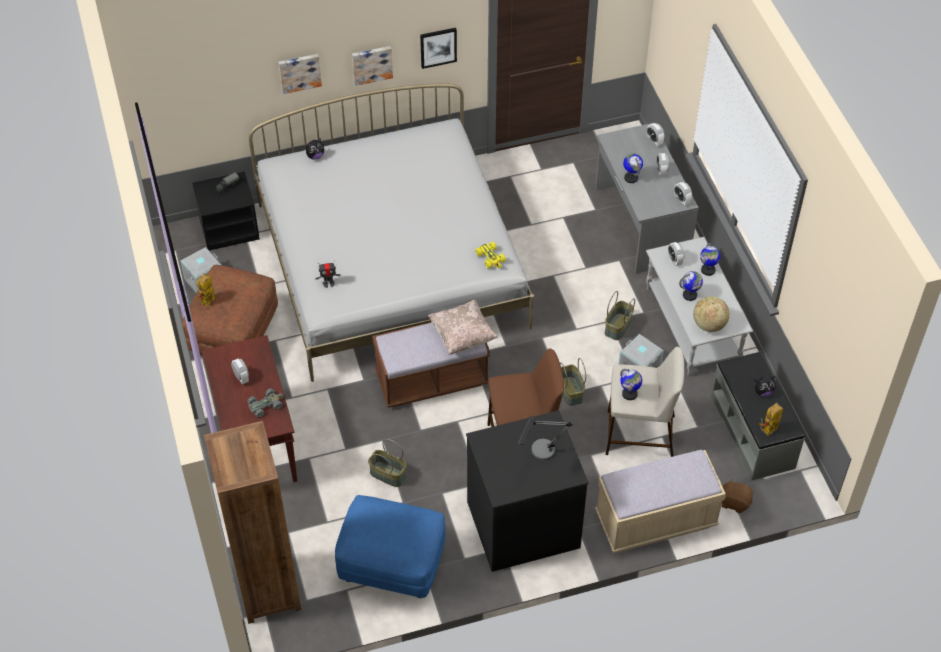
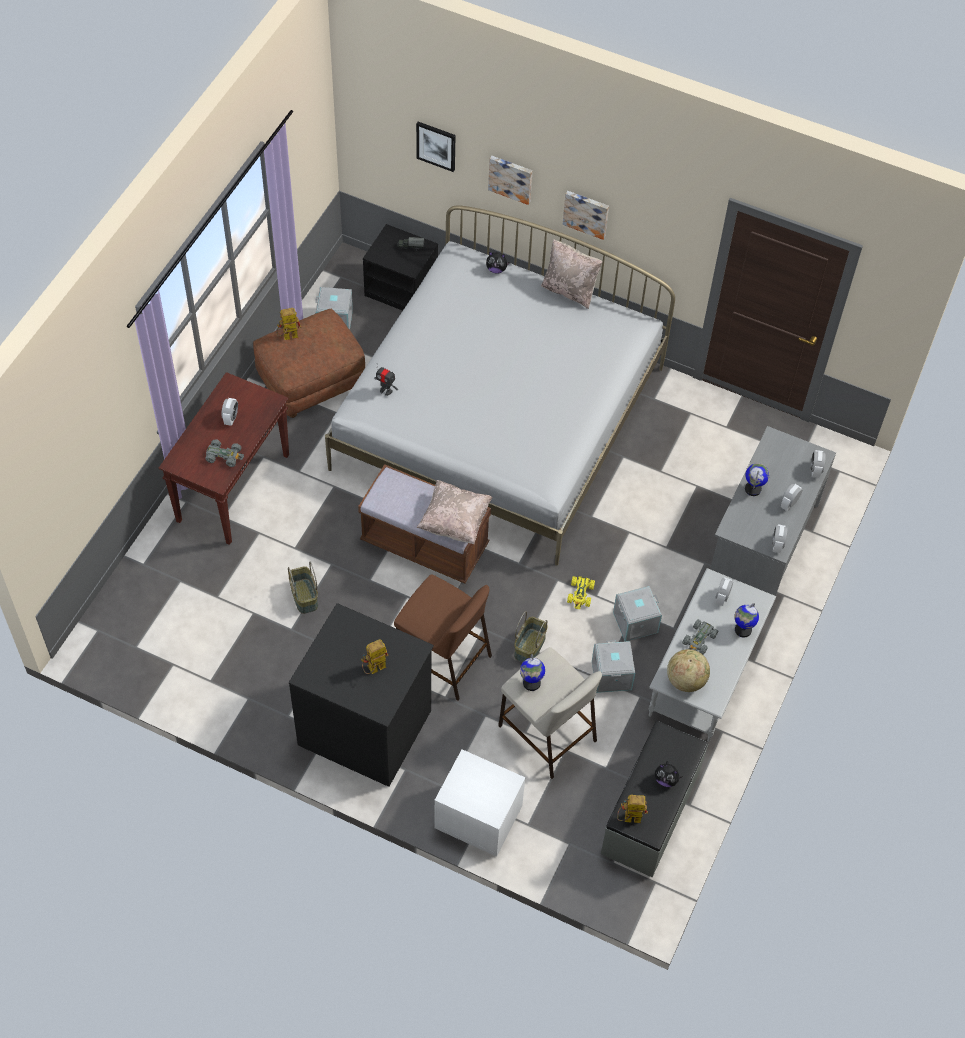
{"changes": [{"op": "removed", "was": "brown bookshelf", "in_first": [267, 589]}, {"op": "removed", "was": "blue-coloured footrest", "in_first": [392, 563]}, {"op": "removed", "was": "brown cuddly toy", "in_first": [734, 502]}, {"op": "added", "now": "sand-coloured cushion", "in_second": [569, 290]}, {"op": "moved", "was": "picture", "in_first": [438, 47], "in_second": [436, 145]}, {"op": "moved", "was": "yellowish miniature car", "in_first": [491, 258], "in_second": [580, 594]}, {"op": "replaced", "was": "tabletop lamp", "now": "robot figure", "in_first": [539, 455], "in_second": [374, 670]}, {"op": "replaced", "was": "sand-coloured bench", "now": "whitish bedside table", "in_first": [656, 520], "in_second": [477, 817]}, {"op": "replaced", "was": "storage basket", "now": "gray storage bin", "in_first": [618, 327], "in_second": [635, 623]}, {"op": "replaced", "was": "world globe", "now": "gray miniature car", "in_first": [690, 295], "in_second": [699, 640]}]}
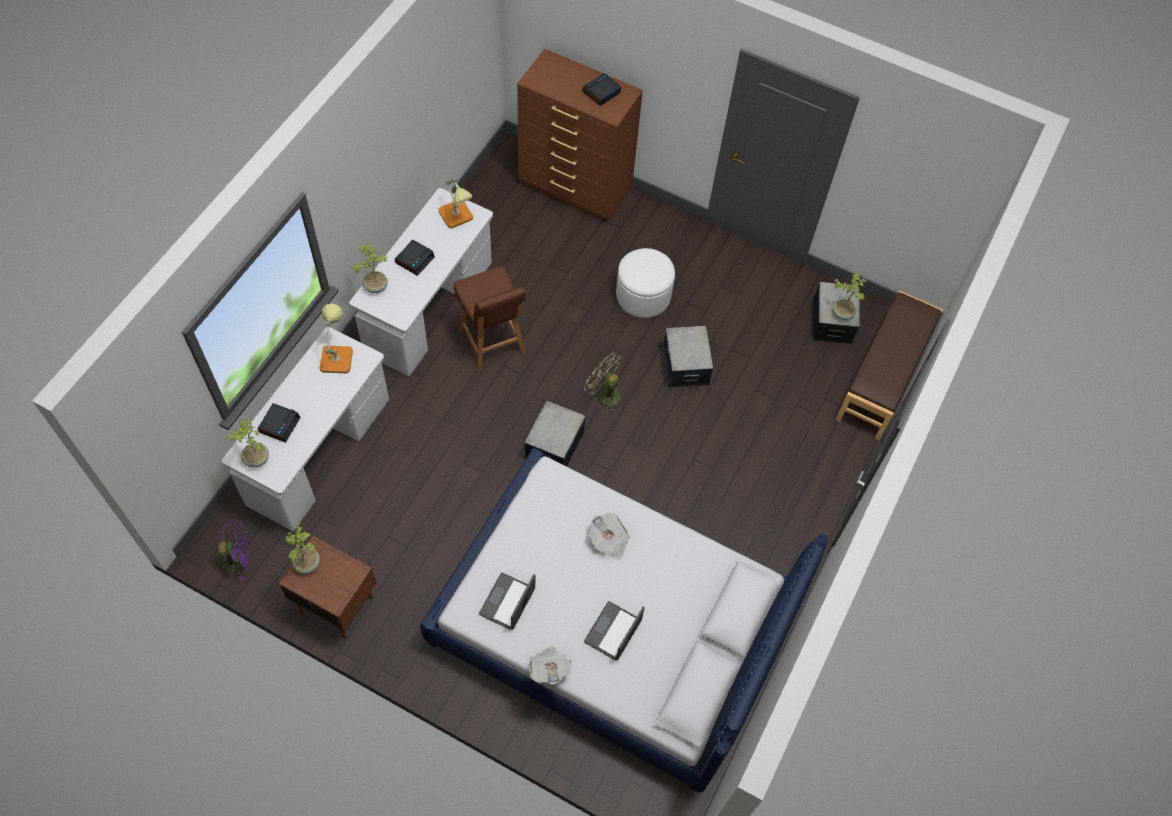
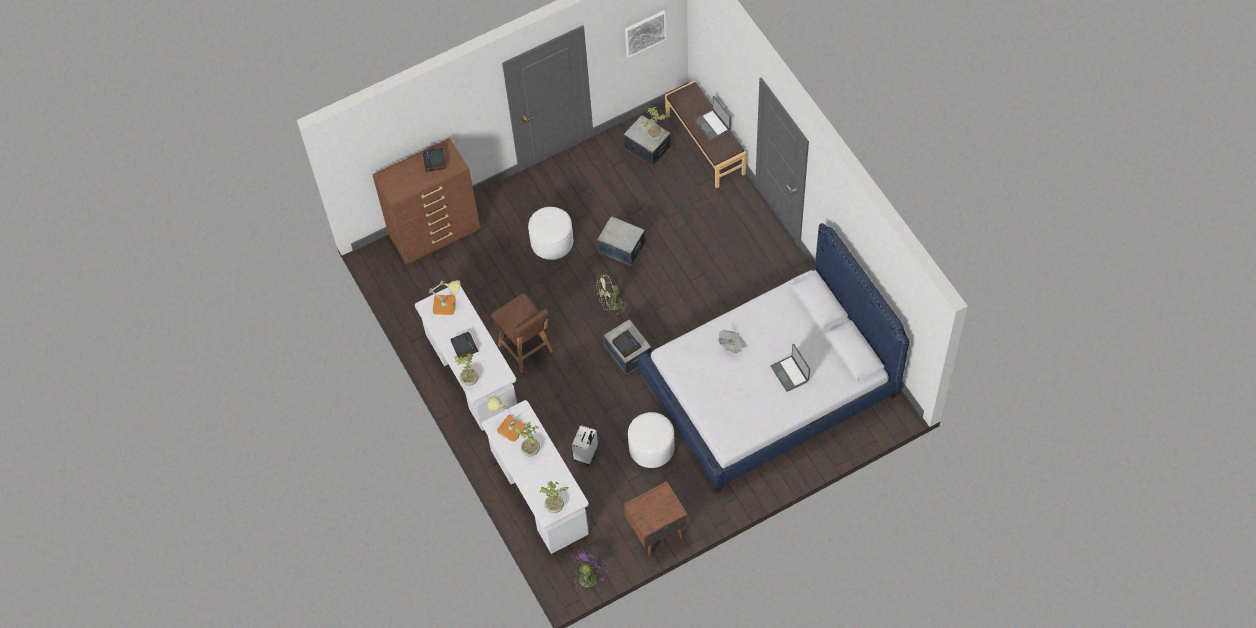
{"changes": [{"op": "removed", "was": "newspaper", "in_first": [549, 668]}, {"op": "added", "now": "whitish piece of luggage", "in_second": [586, 454]}, {"op": "added", "now": "picture", "in_second": [645, 33]}, {"op": "added", "now": "whitish footrest", "in_second": [651, 447]}, {"op": "moved", "was": "bedside clock", "in_first": [279, 424], "in_second": [626, 345]}, {"op": "moved", "was": "potted plant", "in_first": [308, 563], "in_second": [530, 449]}, {"op": "moved", "was": "notebook computer", "in_first": [508, 602], "in_second": [712, 125]}, {"op": "turned", "was": "brown plain chair", "in_first": [492, 342], "in_second": [526, 349], "clockwise": 45}]}
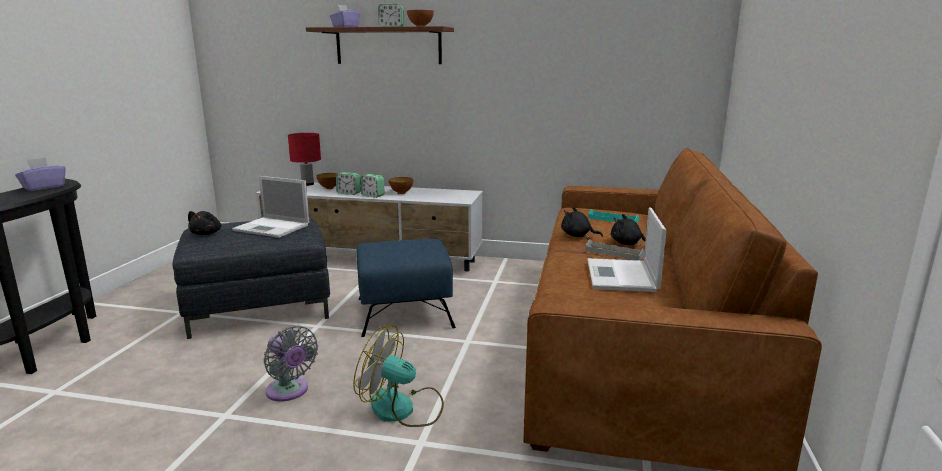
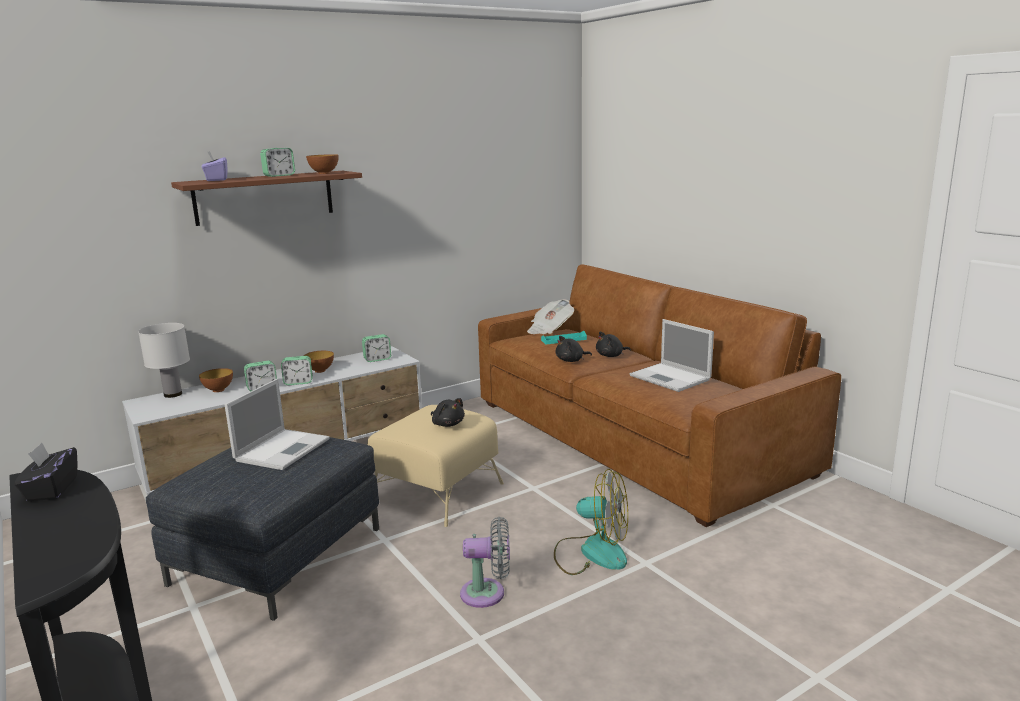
{"changes": [{"op": "removed", "was": "gray serving tray", "in_first": [614, 253]}, {"op": "added", "now": "bedside clock", "in_second": [377, 359]}, {"op": "added", "now": "newspaper", "in_second": [549, 330]}, {"op": "moved", "was": "blackish cuddly toy", "in_first": [207, 234], "in_second": [447, 424]}, {"op": "recoloured", "was": "purplish tissue holder", "now": "blackish tissue holder", "in_first": [44, 187], "in_second": [51, 489]}, {"op": "recoloured", "was": "red tabletop lamp", "now": "whitish tabletop lamp", "in_first": [307, 184], "in_second": [173, 394]}, {"op": "recoloured", "was": "blue-coloured footrest", "now": "sand-coloured footrest", "in_first": [405, 312], "in_second": [437, 492]}, {"op": "turned", "was": "notebook computer", "in_first": [273, 228], "in_second": [283, 449], "clockwise": -45}, {"op": "turned", "was": "fan", "in_first": [402, 409], "in_second": [592, 553], "clockwise": -135}]}
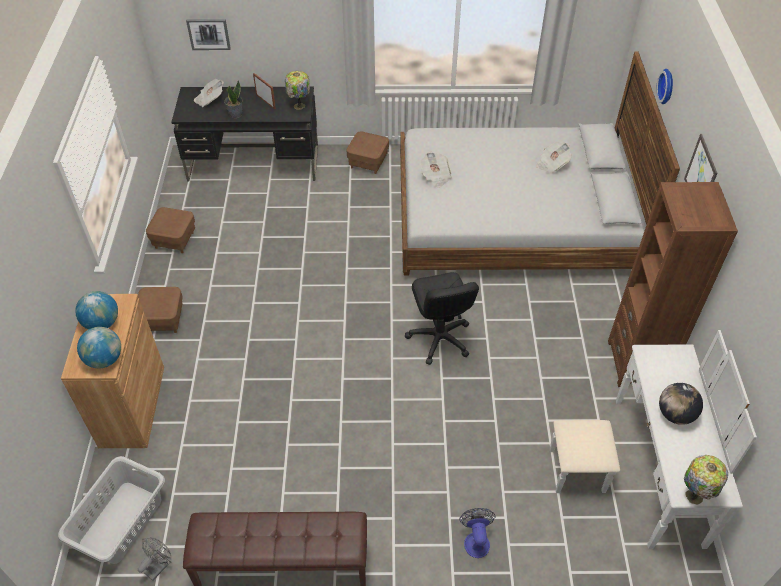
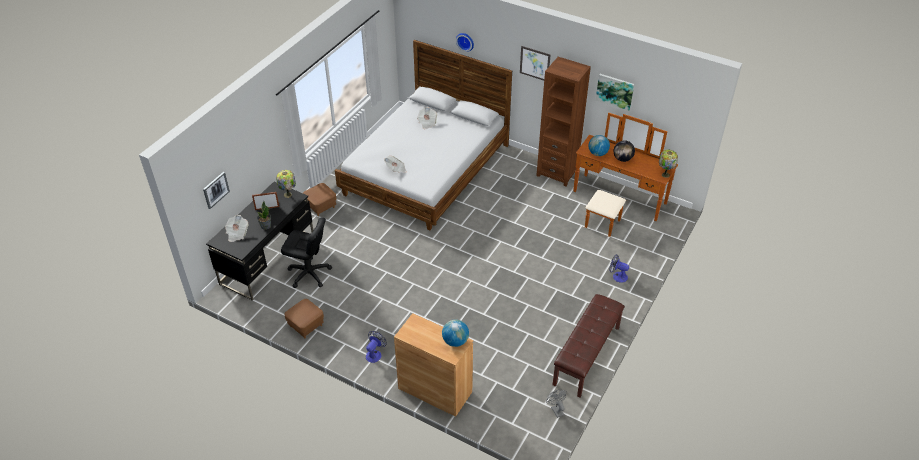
{"changes": [{"op": "removed", "was": "gray washing basket", "in_first": [120, 522]}, {"op": "added", "now": "picture", "in_second": [615, 91]}, {"op": "moved", "was": "world globe", "in_first": [102, 323], "in_second": [597, 153]}, {"op": "moved", "was": "blackish office chair", "in_first": [439, 338], "in_second": [309, 274]}, {"op": "replaced", "was": "brown footrest", "now": "fan", "in_first": [163, 320], "in_second": [375, 354]}, {"op": "recoloured", "was": "whitish drawer chest", "now": "brown drawer chest", "in_first": [639, 470], "in_second": [616, 203]}]}
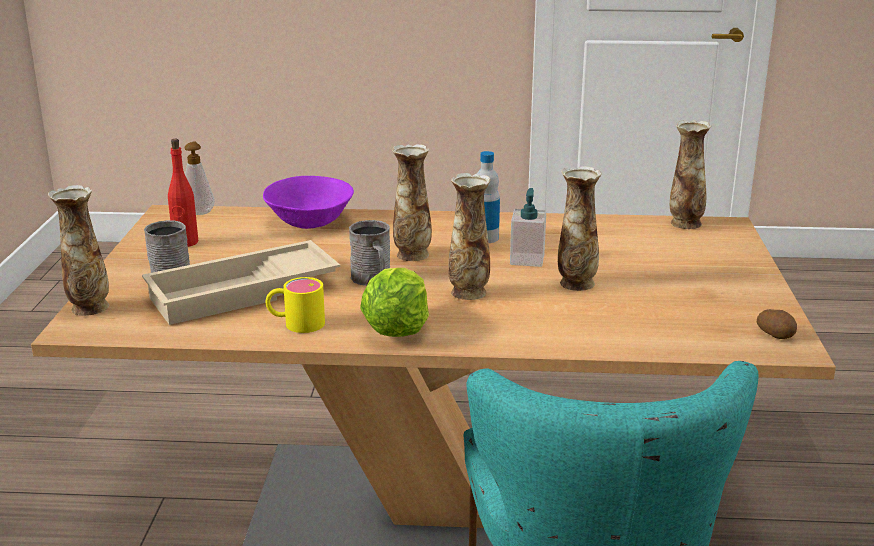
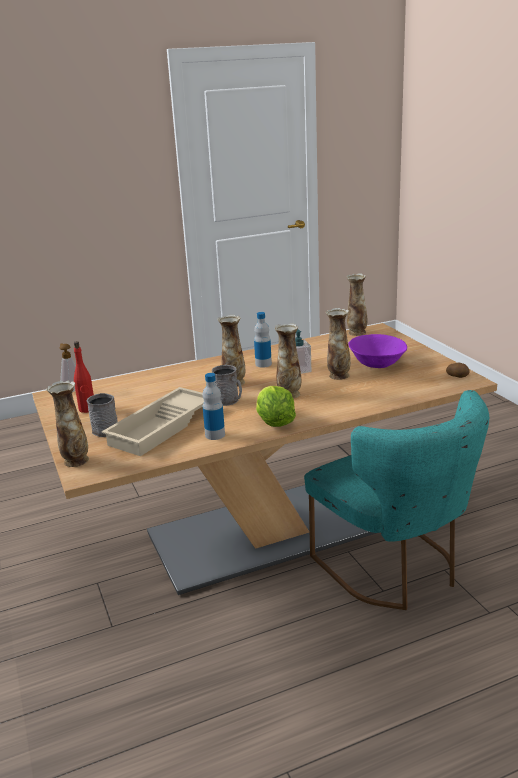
{"changes": [{"op": "moved", "was": "purplish deep dish", "in_first": [308, 221], "in_second": [376, 363]}, {"op": "replaced", "was": "yellowish tea mug", "now": "bottle", "in_first": [295, 323], "in_second": [215, 435]}]}
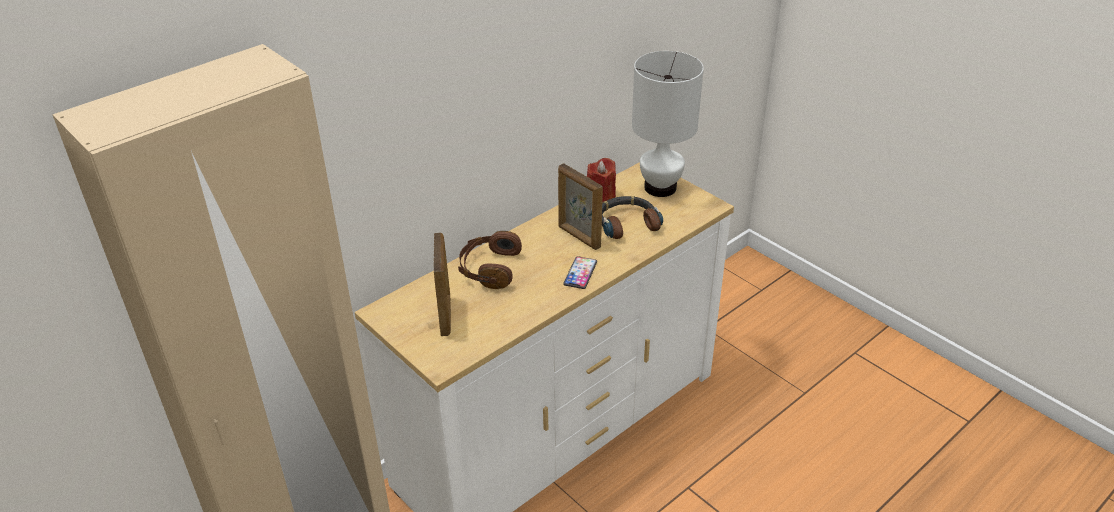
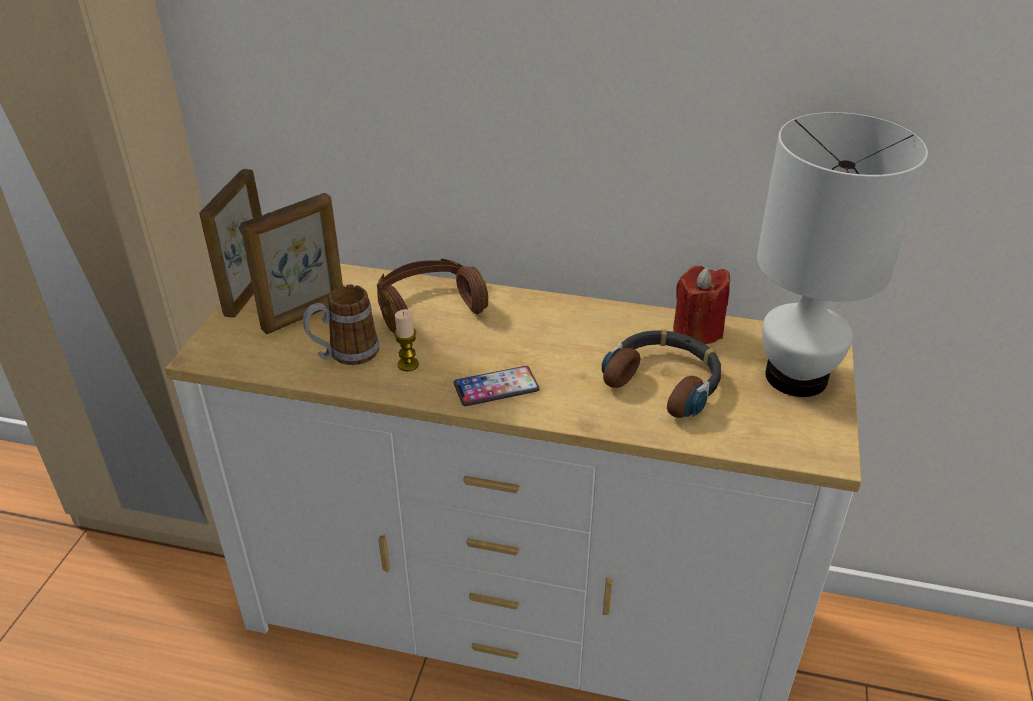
{"changes": [{"op": "added", "now": "tea mug", "in_second": [345, 354]}, {"op": "added", "now": "wax light", "in_second": [408, 364]}, {"op": "moved", "was": "standing frame", "in_first": [578, 237], "in_second": [247, 293]}]}
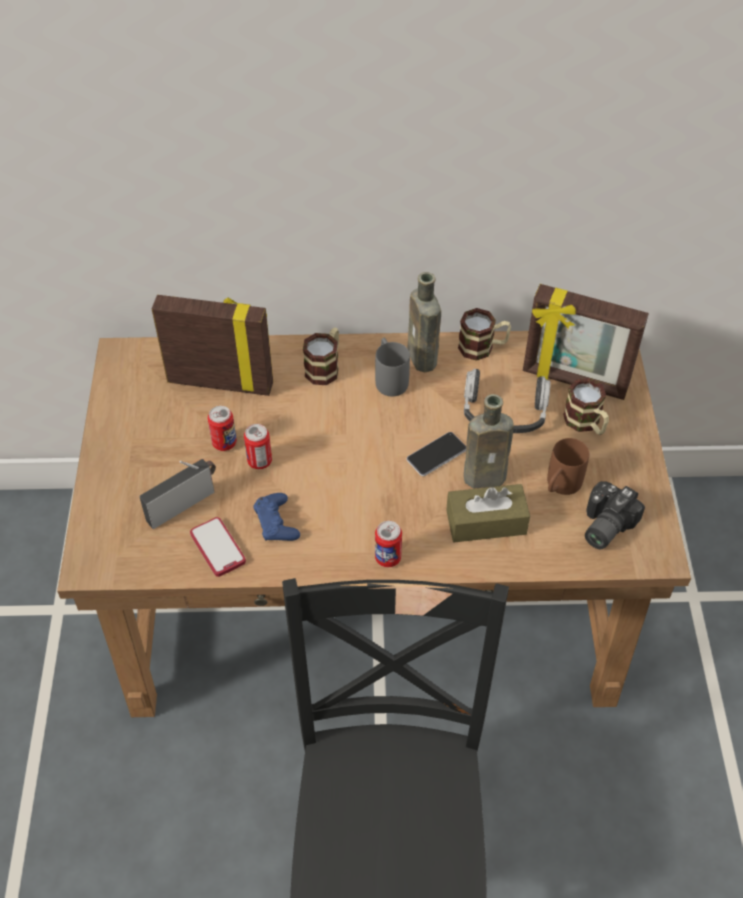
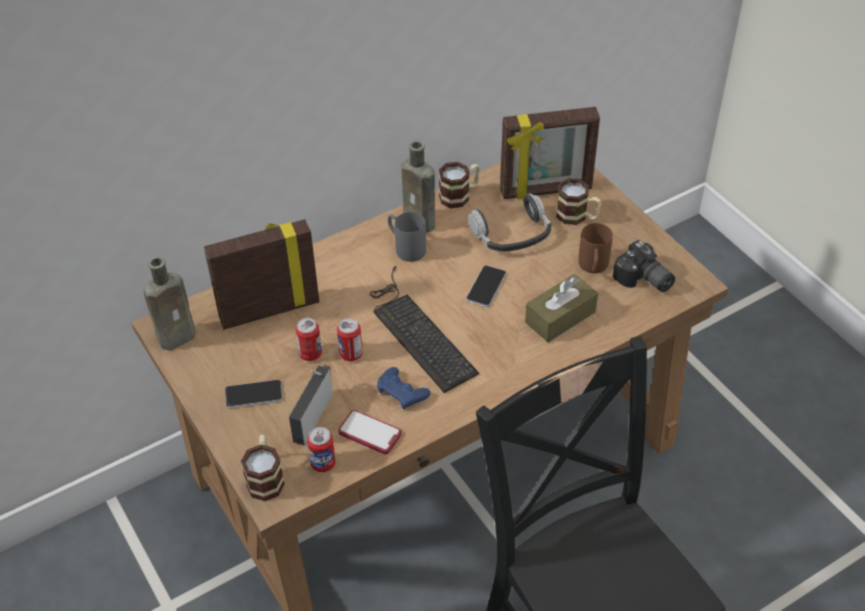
{"changes": [{"op": "added", "now": "handset", "in_second": [254, 394]}, {"op": "added", "now": "PC keyboard", "in_second": [417, 331]}, {"op": "moved", "was": "tea mug", "in_first": [325, 367], "in_second": [265, 477]}, {"op": "moved", "was": "can", "in_first": [388, 557], "in_second": [323, 463]}, {"op": "moved", "was": "brown bottle", "in_first": [487, 477], "in_second": [179, 336]}, {"op": "turned", "was": "still camera", "in_first": [603, 525], "in_second": [643, 280], "clockwise": -45}]}
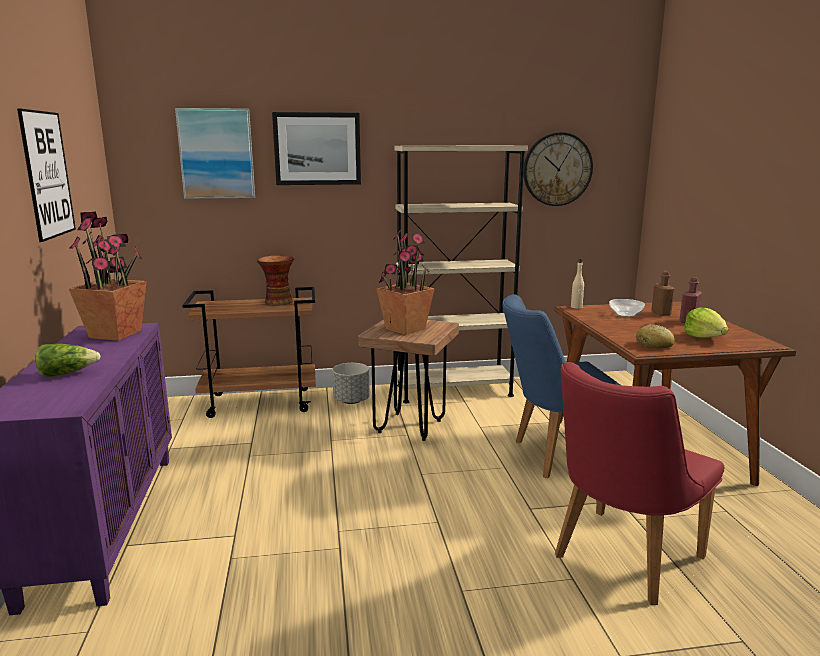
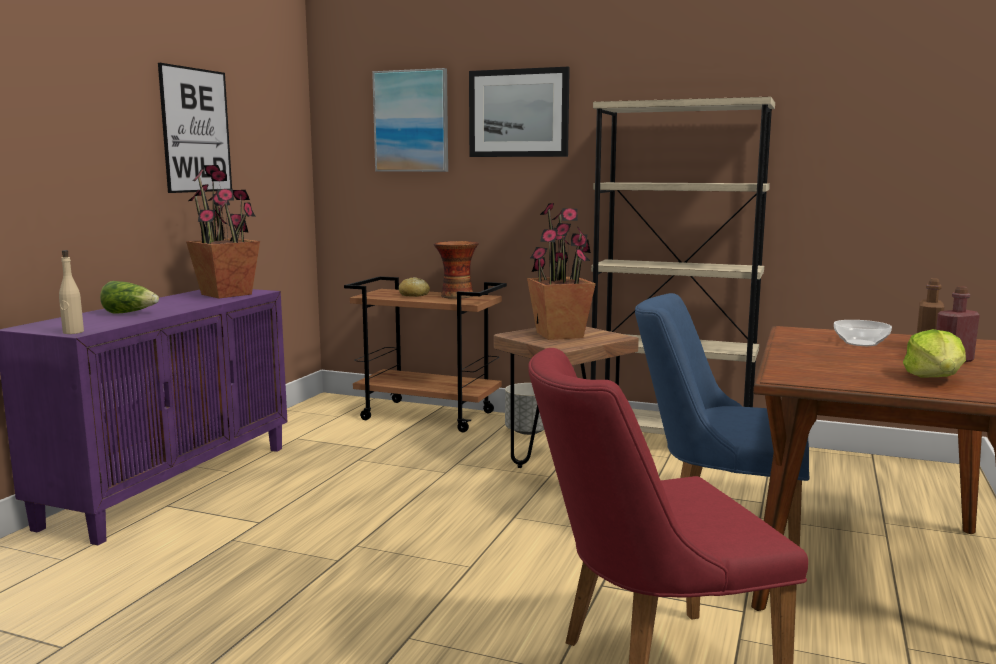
{"changes": [{"op": "removed", "was": "clock on the wall", "in_first": [557, 169]}, {"op": "moved", "was": "sand-coloured bottle", "in_first": [576, 307], "in_second": [73, 332]}, {"op": "moved", "was": "bread", "in_first": [654, 345], "in_second": [414, 295]}]}
